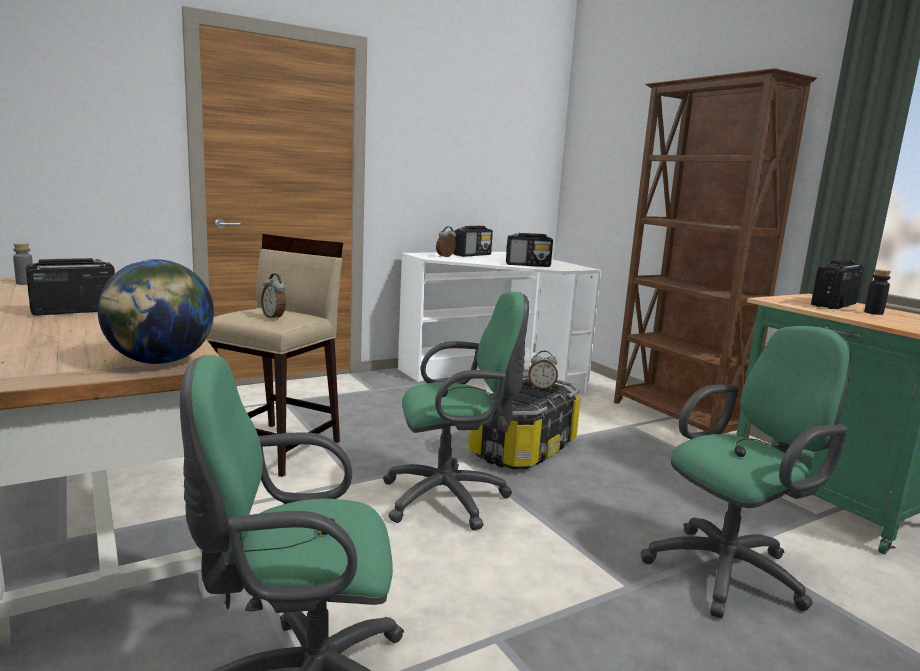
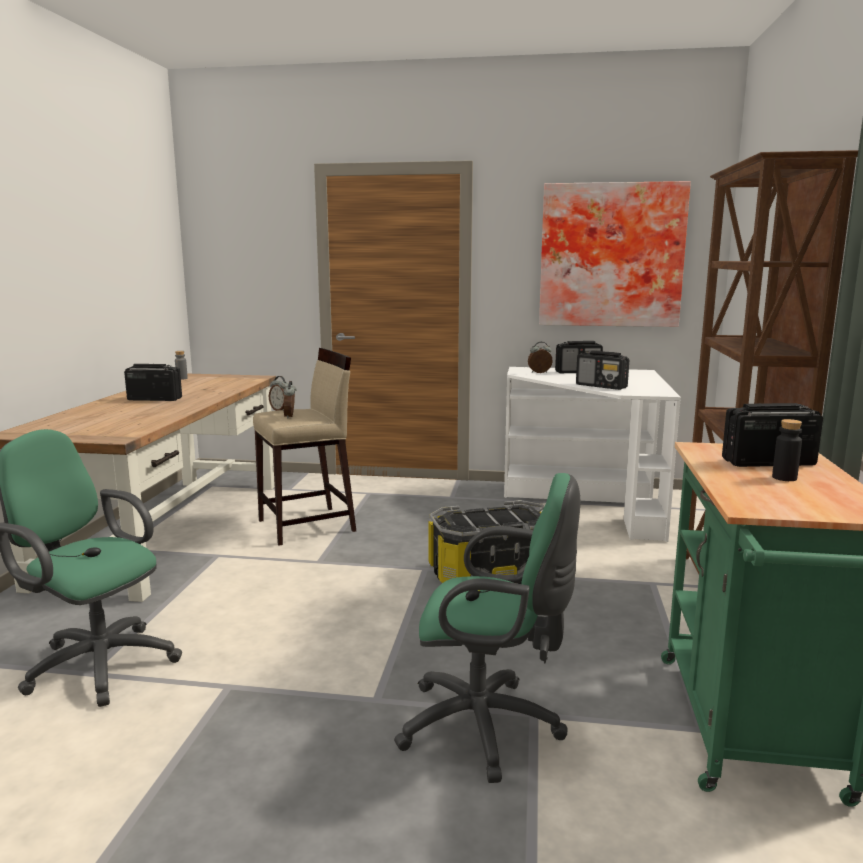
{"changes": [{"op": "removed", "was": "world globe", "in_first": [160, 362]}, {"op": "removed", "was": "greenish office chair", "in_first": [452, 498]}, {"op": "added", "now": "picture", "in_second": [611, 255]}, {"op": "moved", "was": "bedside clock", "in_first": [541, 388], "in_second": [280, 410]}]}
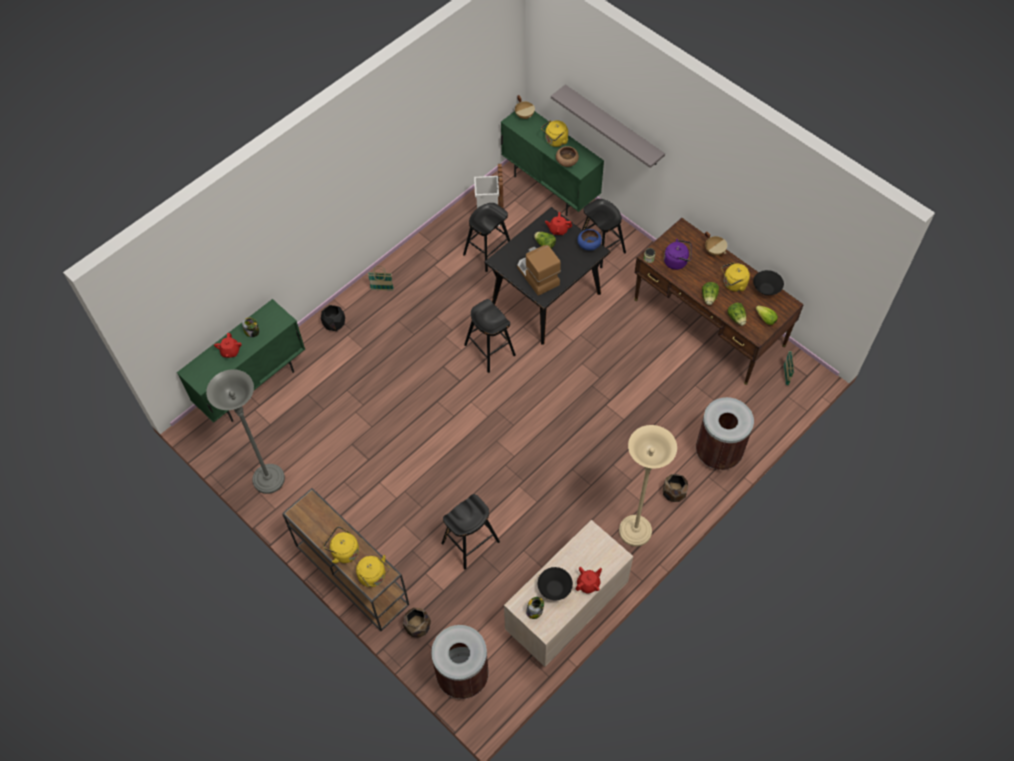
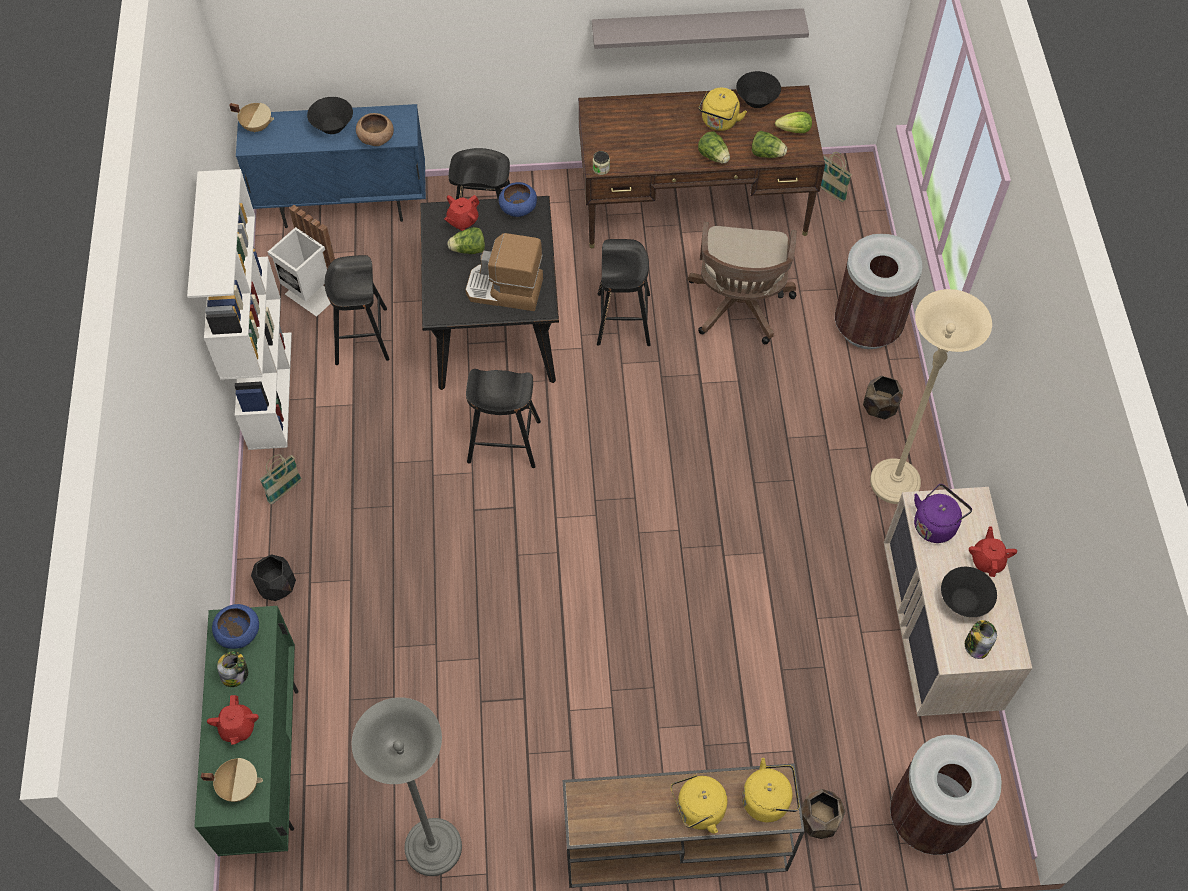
{"changes": [{"op": "added", "now": "whitish bookshelf", "in_second": [269, 389]}, {"op": "added", "now": "blue-coloured deep dish", "in_second": [239, 633]}, {"op": "added", "now": "brown office chair", "in_second": [739, 308]}, {"op": "moved", "was": "blackish stool seat", "in_first": [470, 542], "in_second": [623, 319]}, {"op": "moved", "was": "gray shelf", "in_first": [613, 126], "in_second": [697, 27]}, {"op": "moved", "was": "purplish kettle", "in_first": [677, 261], "in_second": [936, 524]}, {"op": "moved", "was": "sand-coloured stockpot", "in_first": [714, 251], "in_second": [239, 785]}, {"op": "replaced", "was": "yellowish kettle", "now": "blackish deep dish", "in_first": [555, 141], "in_second": [332, 126]}, {"op": "recoloured", "was": "greenish cupboard", "now": "blue-coloured cupboard", "in_first": [550, 188], "in_second": [345, 206]}, {"op": "turned", "was": "red teapot", "in_first": [230, 351], "in_second": [237, 727], "clockwise": 45}]}
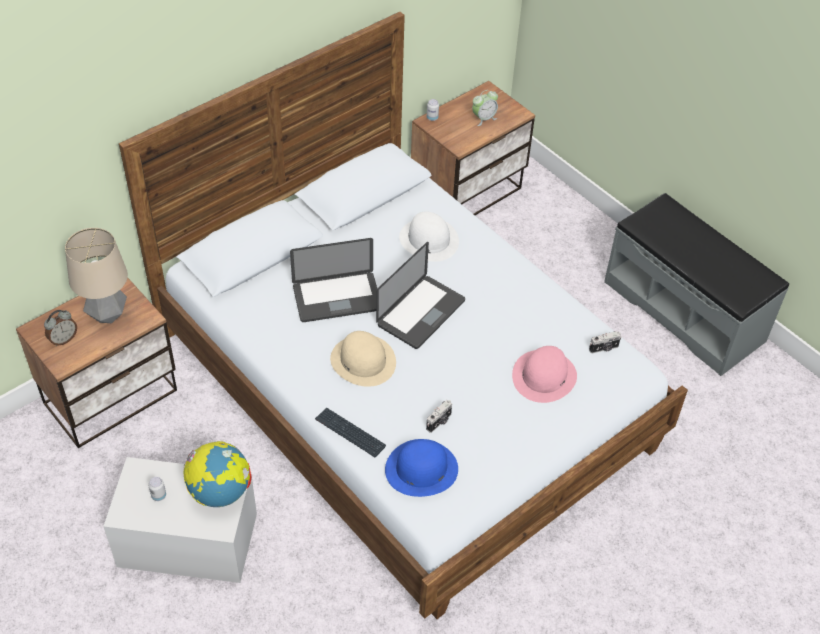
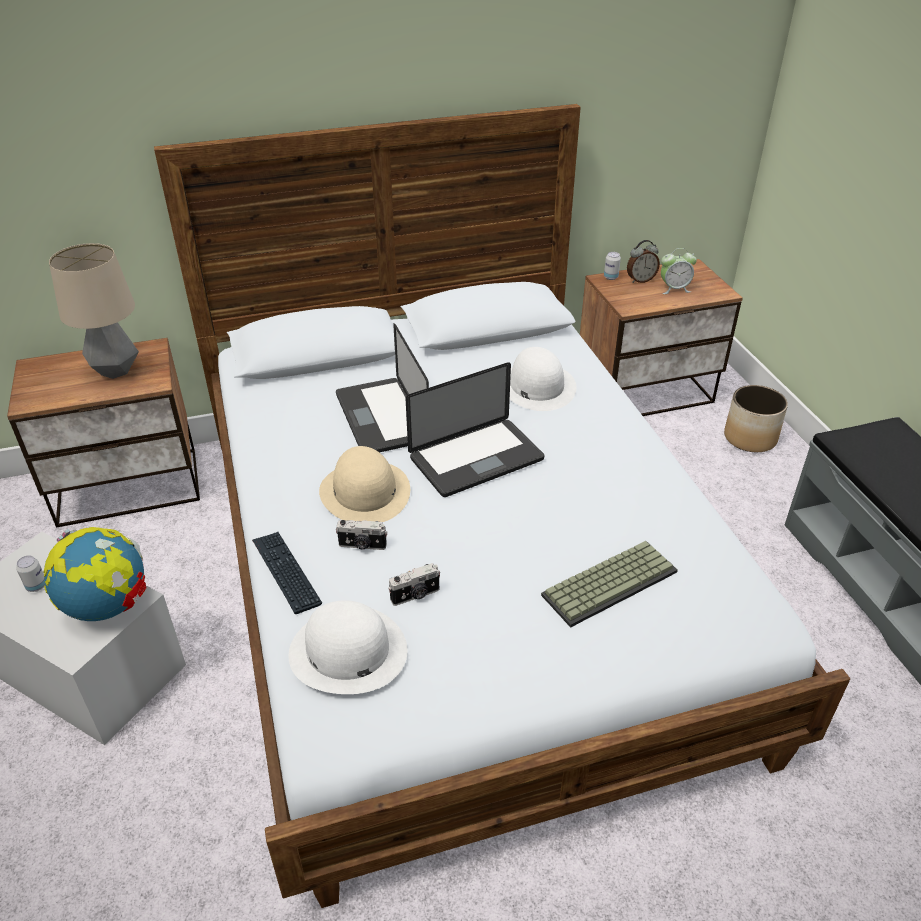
{"changes": [{"op": "added", "now": "planter", "in_second": [749, 438]}, {"op": "moved", "was": "bedside clock", "in_first": [63, 339], "in_second": [640, 280]}, {"op": "moved", "was": "still camera", "in_first": [604, 348], "in_second": [362, 546]}, {"op": "replaced", "was": "pink wearable hat", "now": "PC keyboard", "in_first": [544, 375], "in_second": [609, 581]}, {"op": "recoloured", "was": "blue-coloured wearable hat", "now": "whitish wearable hat", "in_first": [421, 469], "in_second": [347, 651]}, {"op": "turned", "was": "notebook computer", "in_first": [337, 298], "in_second": [381, 417], "clockwise": 60}]}
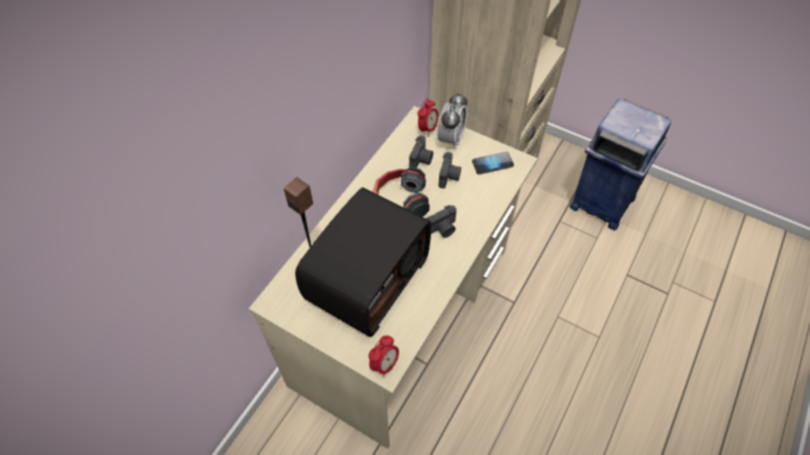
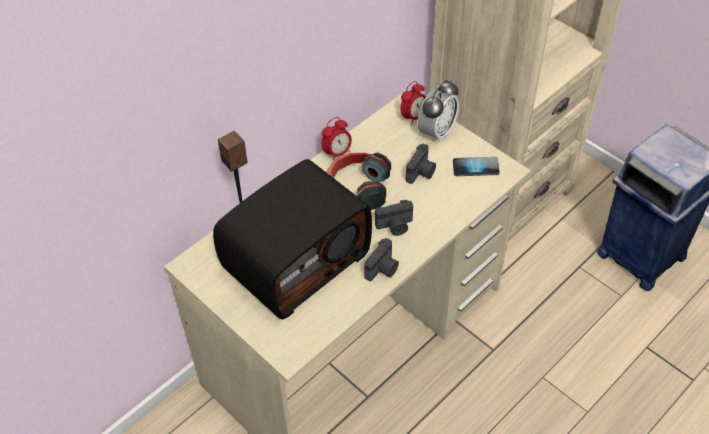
{"changes": [{"op": "moved", "was": "bedside clock", "in_first": [384, 364], "in_second": [337, 153]}, {"op": "moved", "was": "still camera", "in_first": [421, 160], "in_second": [383, 269]}]}
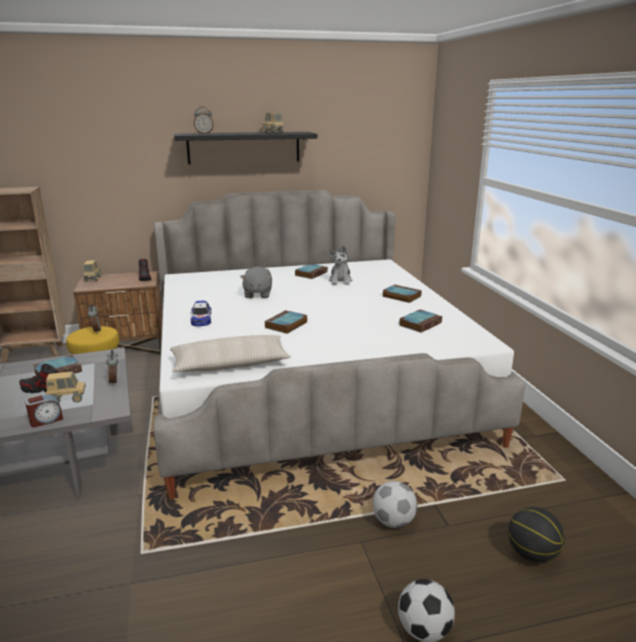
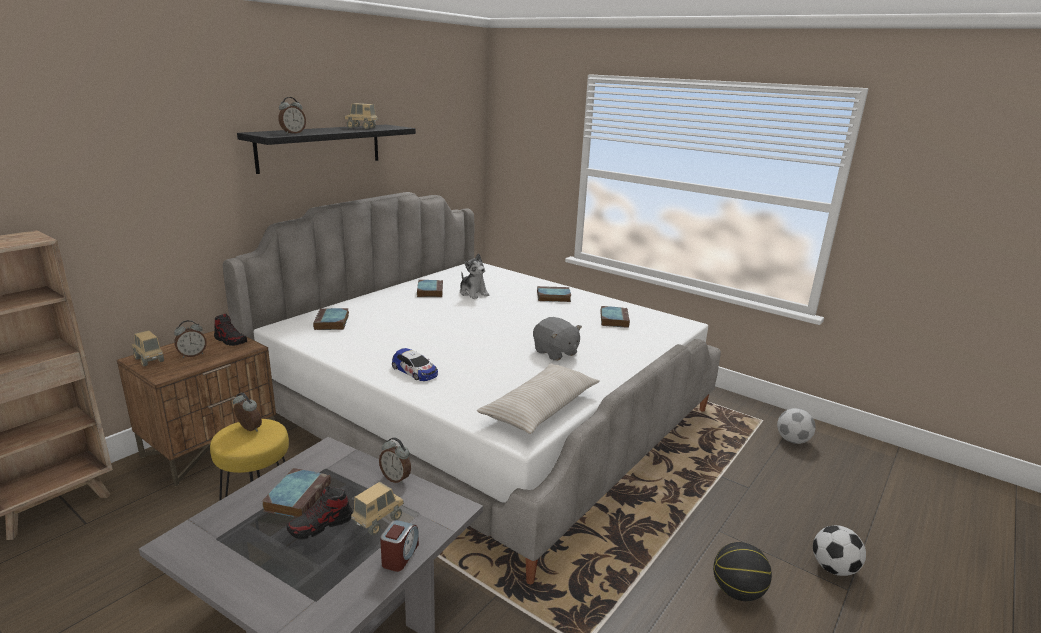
{"changes": [{"op": "added", "now": "bedside clock", "in_second": [192, 355]}, {"op": "moved", "was": "gray cuddly toy", "in_first": [257, 294], "in_second": [555, 352]}, {"op": "moved", "was": "bound book", "in_first": [286, 325], "in_second": [332, 322]}, {"op": "moved", "was": "football ball", "in_first": [393, 521], "in_second": [792, 440]}, {"op": "moved", "was": "basketball", "in_first": [532, 554], "in_second": [737, 592]}]}
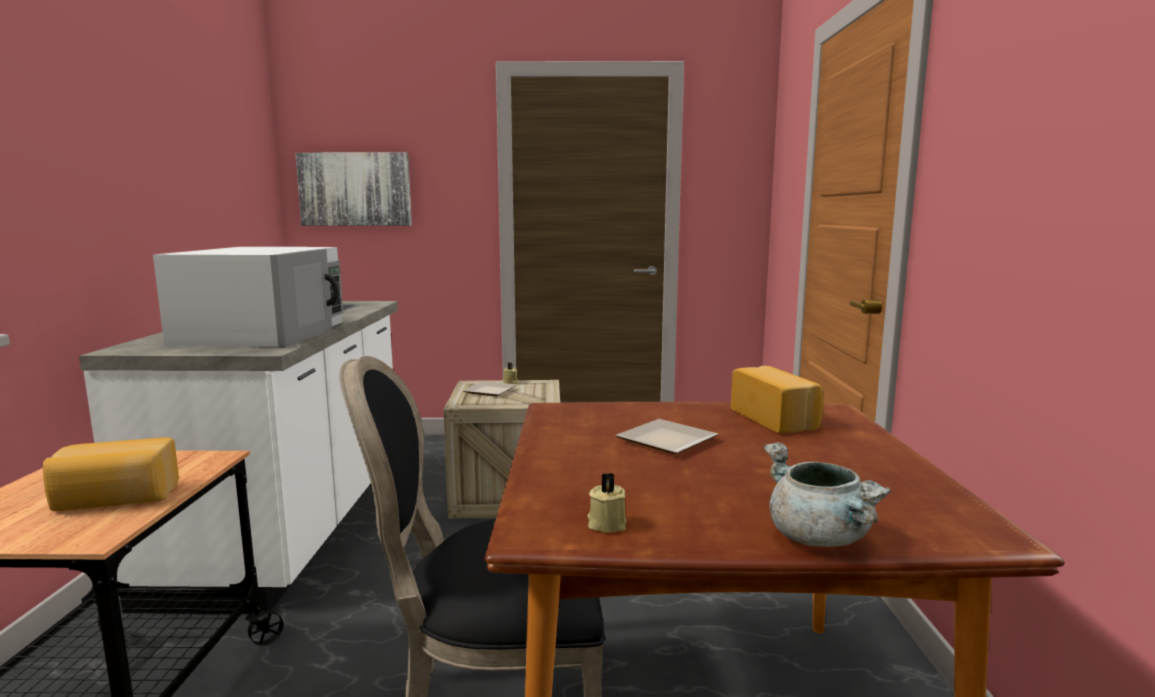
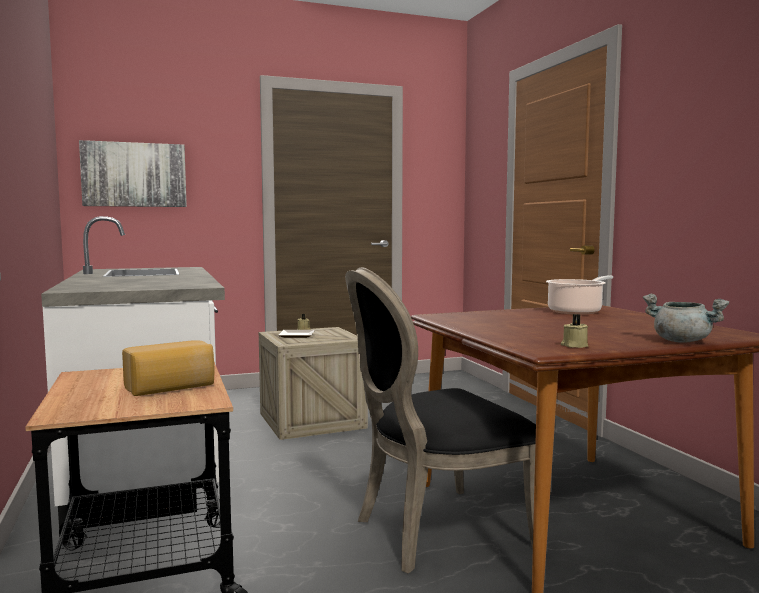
{"changes": [{"op": "removed", "was": "whitish microwave", "in_first": [264, 332]}, {"op": "removed", "was": "dinner plate", "in_first": [667, 442]}, {"op": "replaced", "was": "bread", "now": "stockpot", "in_first": [776, 419], "in_second": [576, 311]}]}
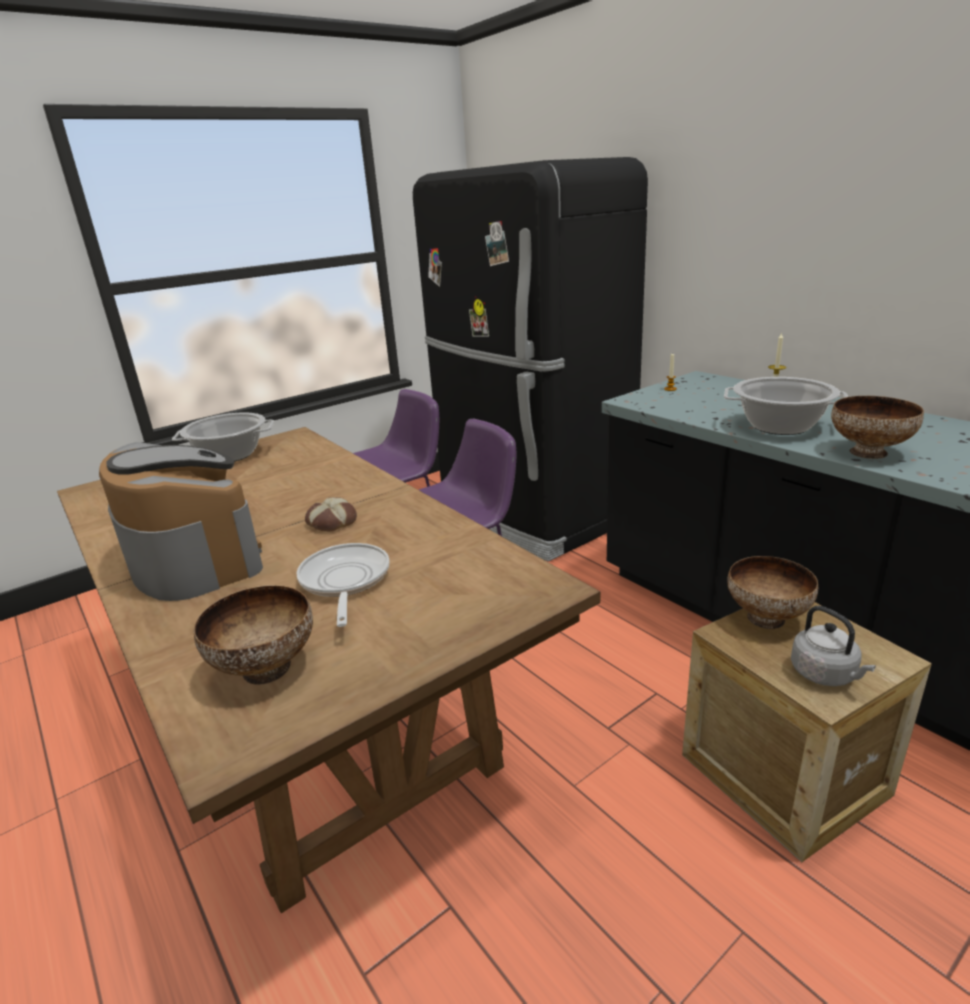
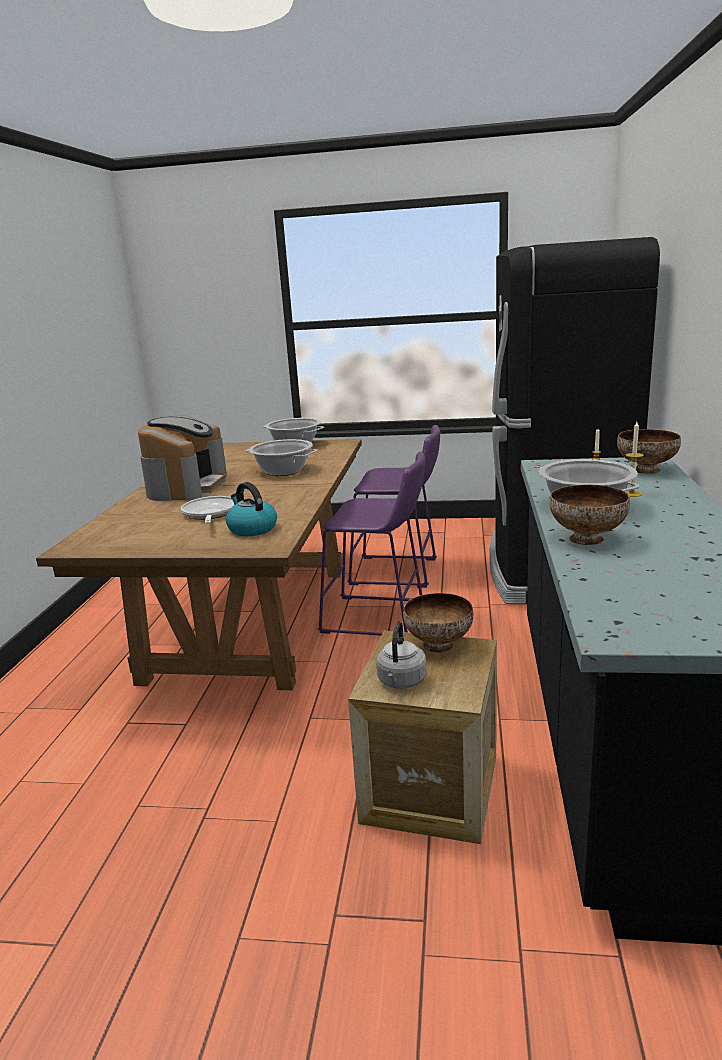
{"changes": [{"op": "removed", "was": "bread", "in_first": [331, 522]}, {"op": "added", "now": "kettle", "in_second": [252, 529]}, {"op": "added", "now": "stockpot", "in_second": [282, 471]}, {"op": "moved", "was": "deep dish", "in_first": [265, 670], "in_second": [645, 470]}, {"op": "turned", "was": "skillet", "in_first": [344, 582], "in_second": [210, 514], "clockwise": -45}]}
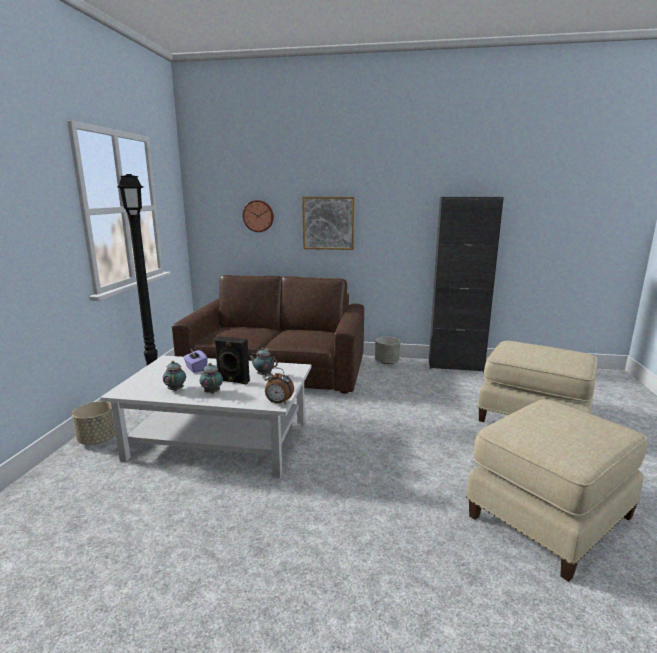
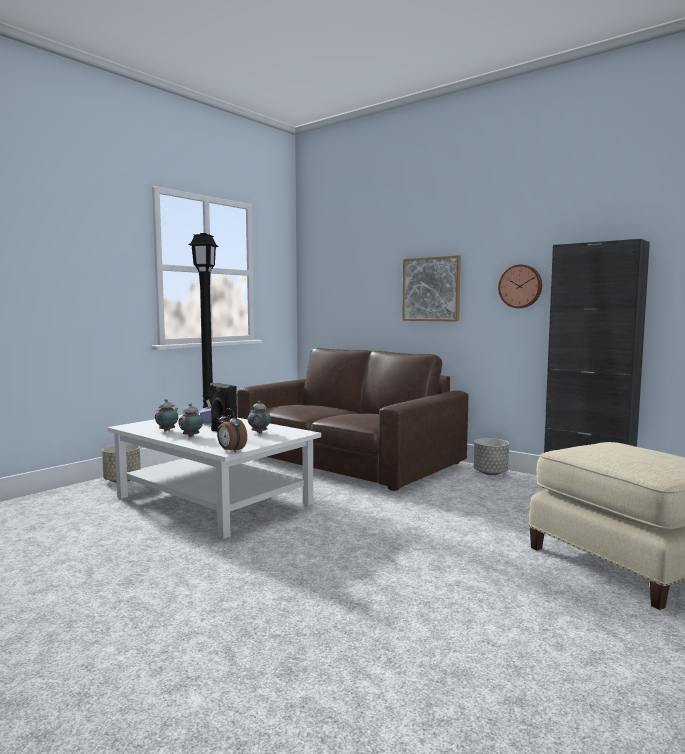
{"changes": [{"op": "removed", "was": "sand-coloured footrest", "in_first": [547, 515]}, {"op": "moved", "was": "clock on the wall", "in_first": [258, 216], "in_second": [520, 286]}]}
